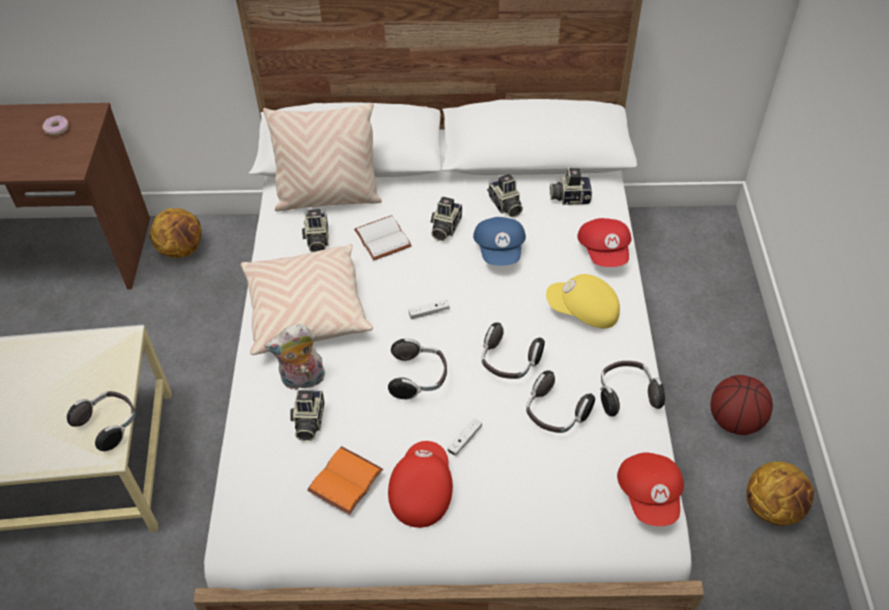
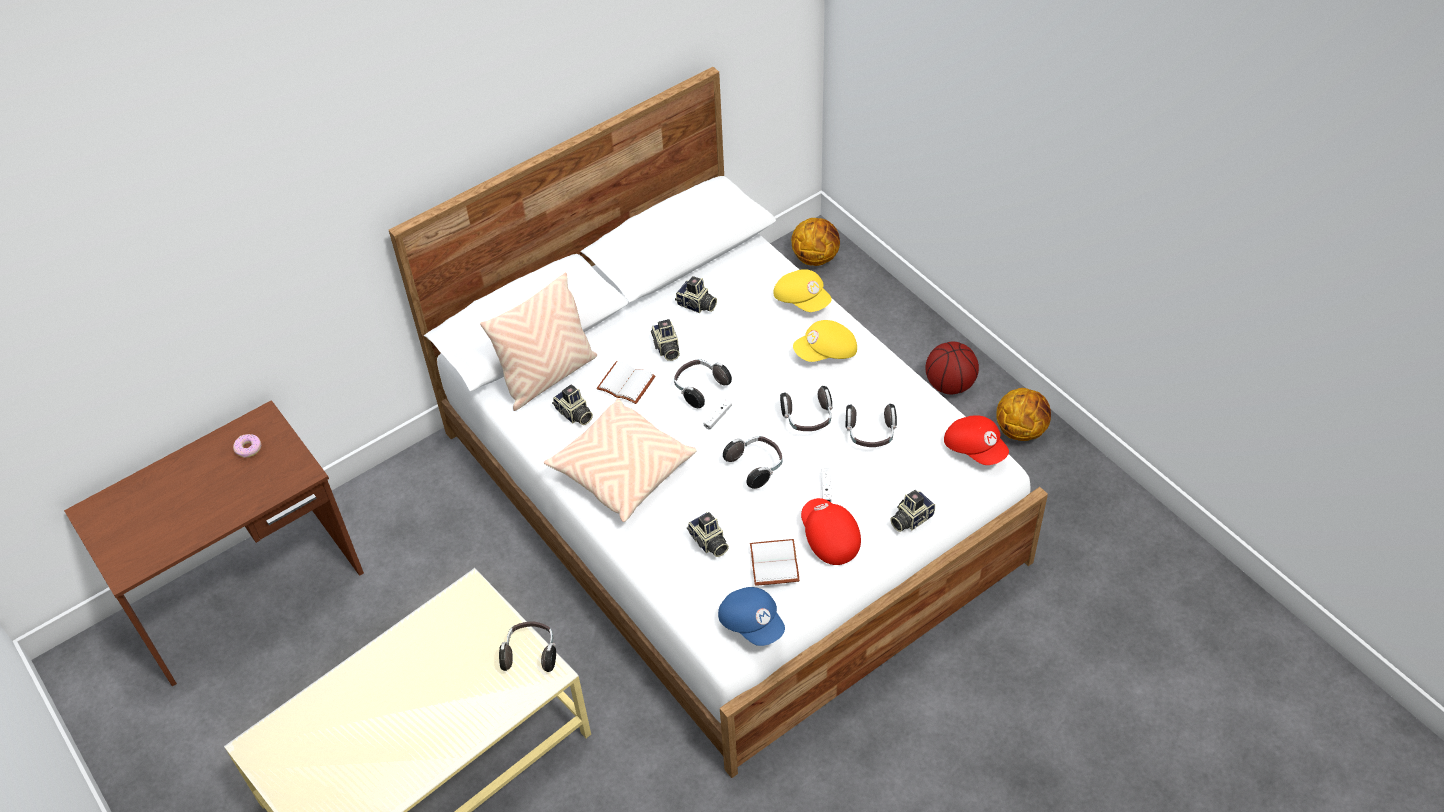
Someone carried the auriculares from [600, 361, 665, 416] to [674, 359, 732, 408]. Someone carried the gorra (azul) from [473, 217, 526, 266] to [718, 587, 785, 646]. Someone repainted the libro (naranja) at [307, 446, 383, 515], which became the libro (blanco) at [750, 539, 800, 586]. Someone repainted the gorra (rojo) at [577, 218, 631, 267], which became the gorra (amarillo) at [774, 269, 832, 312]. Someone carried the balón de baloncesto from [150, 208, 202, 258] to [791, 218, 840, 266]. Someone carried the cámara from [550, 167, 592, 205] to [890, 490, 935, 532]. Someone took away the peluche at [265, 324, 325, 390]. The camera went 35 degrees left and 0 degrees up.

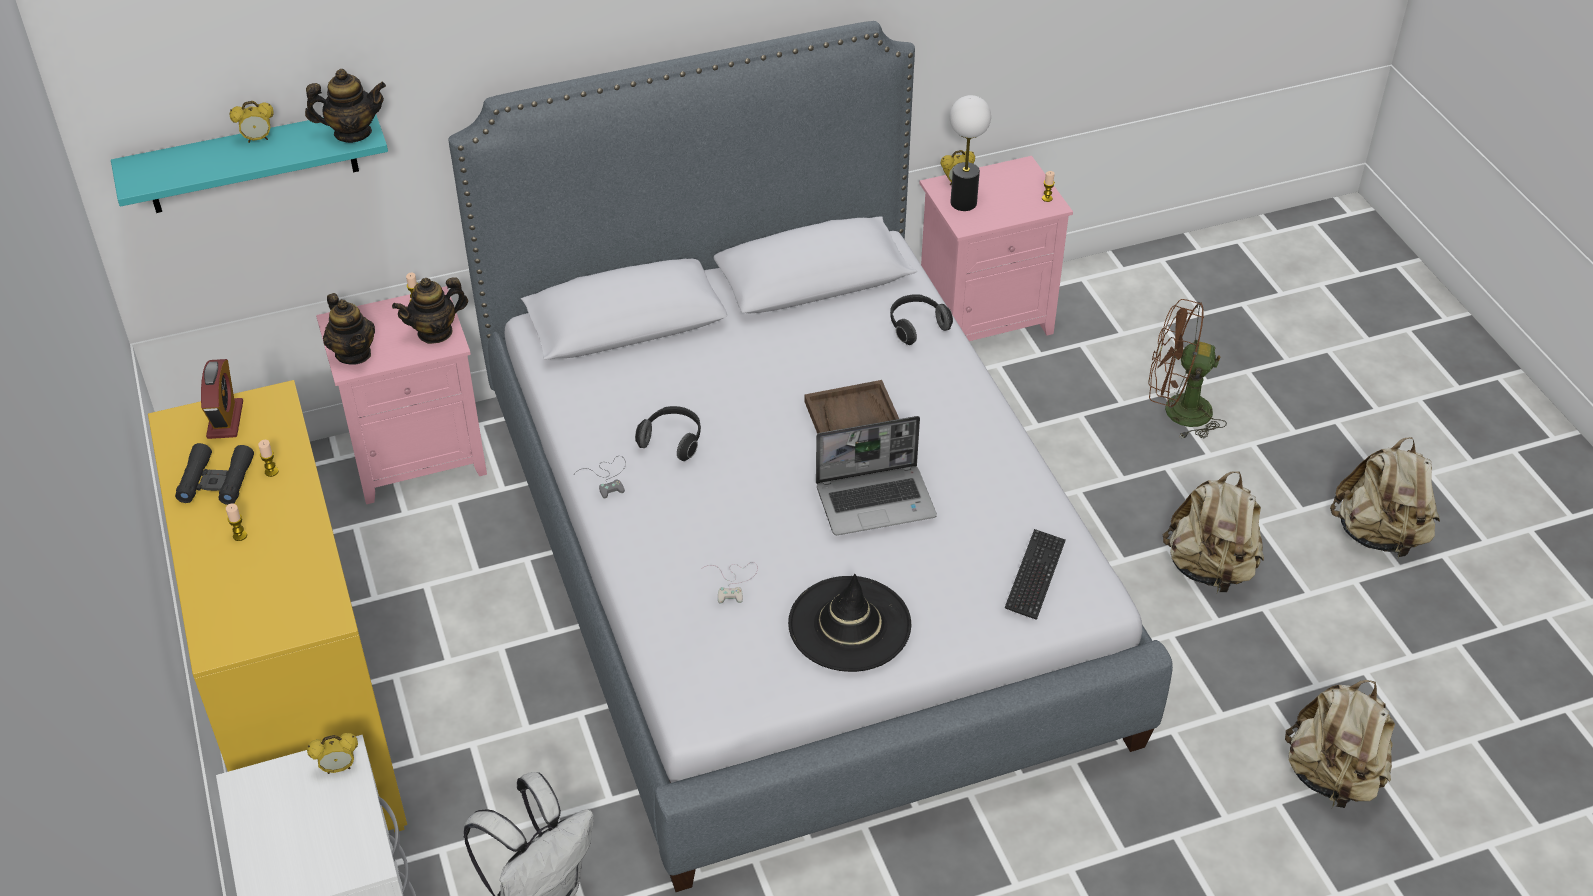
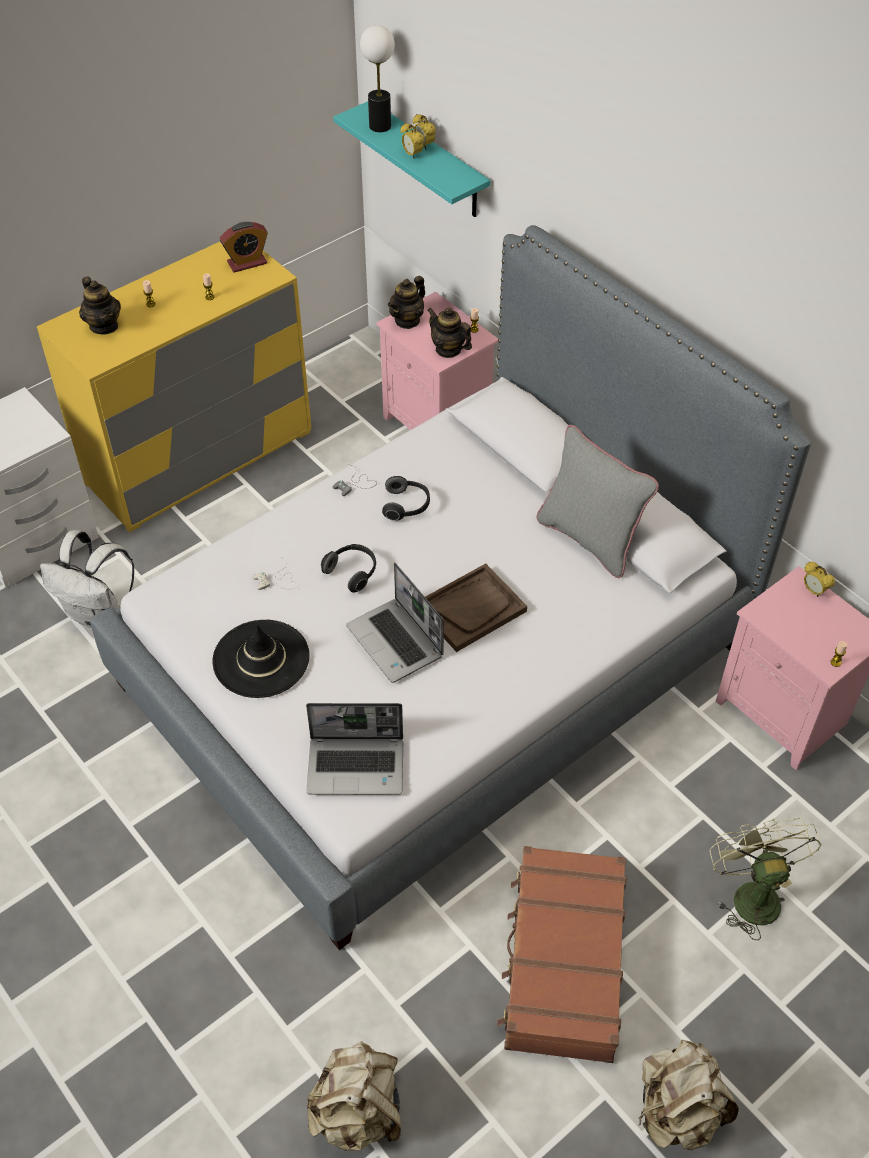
Someone carried the tetera from [305, 69, 386, 143] to [79, 276, 121, 334]. Someone swapped the teclado at [1005, 529, 1066, 620] for the portátil at [306, 703, 403, 795]. Someone carried the auriculares from [890, 294, 953, 345] to [321, 544, 376, 593]. Someone carried the lámpara de mesa from [950, 95, 991, 211] to [360, 25, 395, 132]. Someone carried the despertador from [307, 733, 358, 774] to [400, 123, 424, 159]. Someone swapped the mochila (beis) at [1163, 472, 1264, 593] for the maleta (marrón) at [497, 846, 627, 1063]. Someone put down the cojín (gris) at [536, 425, 659, 578]. Someone repainted the ventilador (marrón) at [1148, 299, 1227, 439], which became the ventilador (verde) at [710, 818, 822, 940]. Someone took away the prismáticos (negro) at [175, 443, 254, 505]. The camera went 70 degrees right and 5 degrees up.

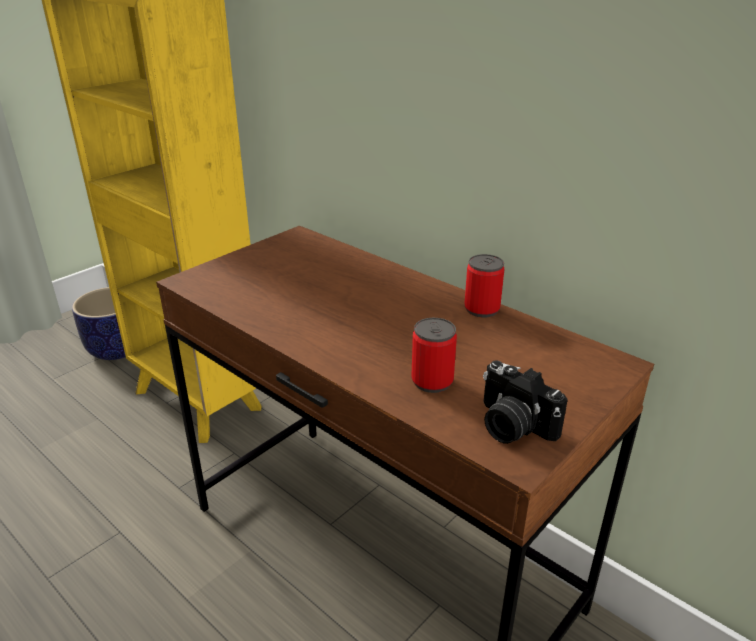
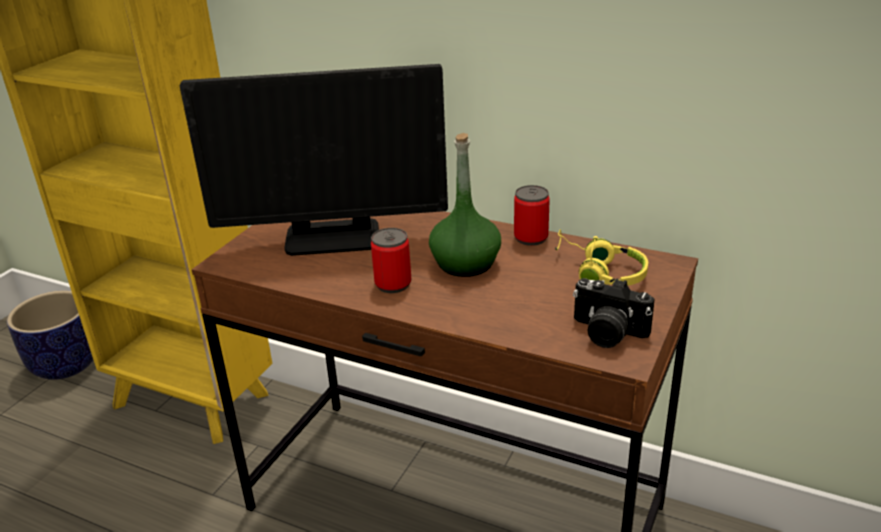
Someone put down the monitor at [180, 64, 448, 256]. Someone carried the lata from [411, 318, 457, 393] to [371, 228, 411, 293]. Someone put down the botella (verde) at [429, 133, 501, 277]. Someone put down the auriculares (amarillo) at [555, 229, 648, 286]. The camera went 15 degrees left and 0 degrees up.

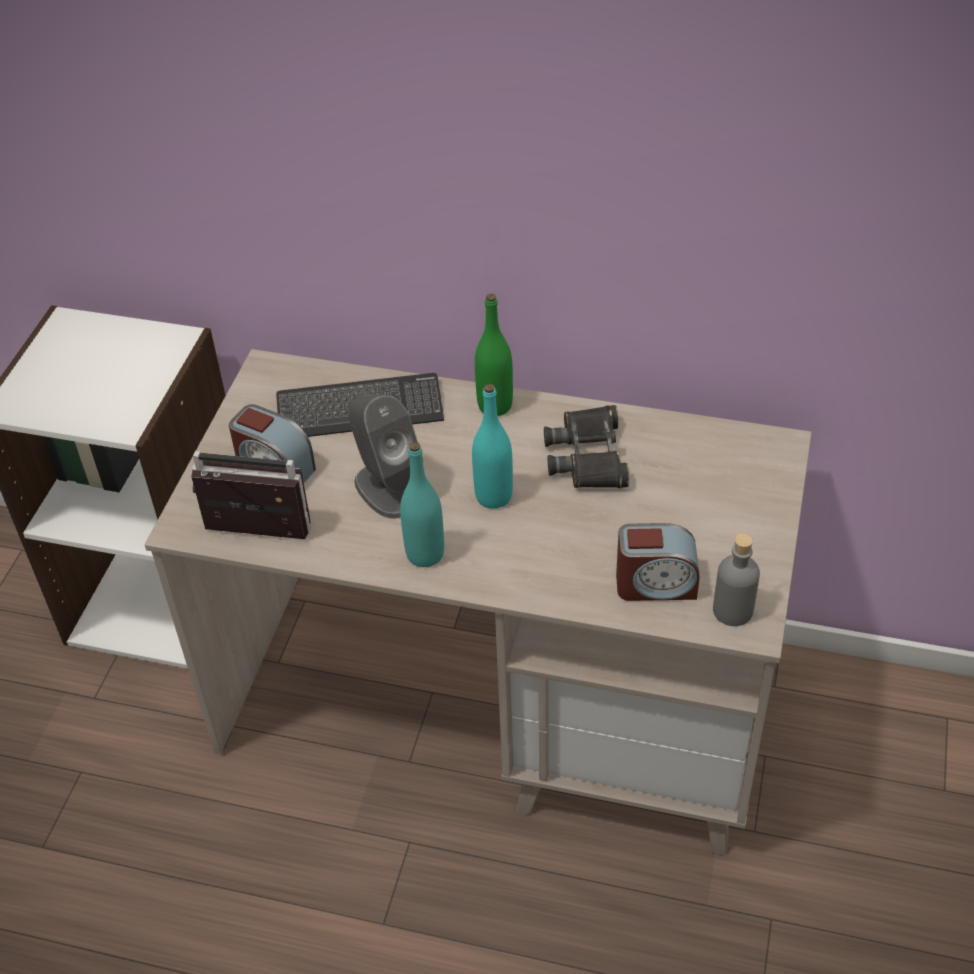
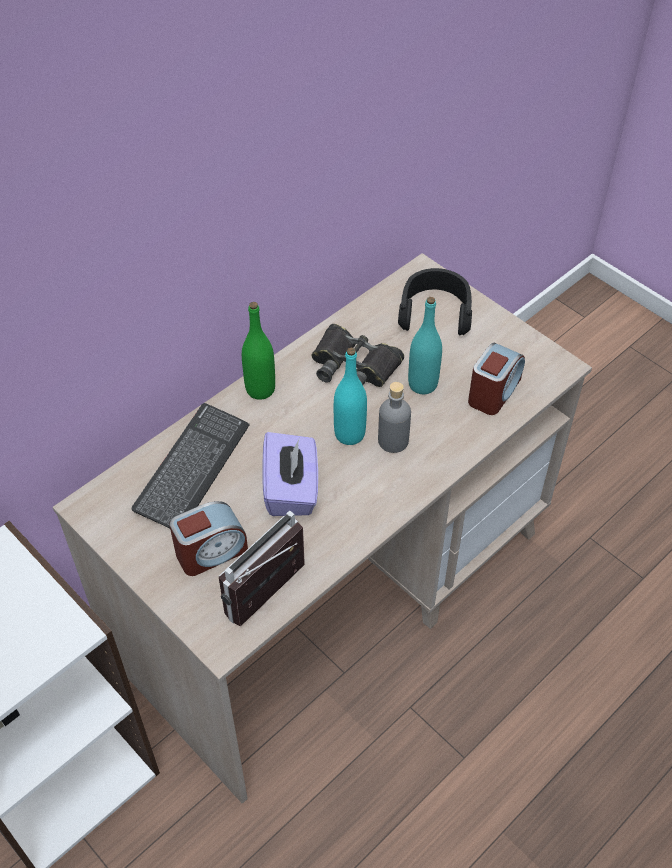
Someone swapped the altavoz (gris) at [348, 393, 423, 519] for the caja de pañuelos (morado) at [262, 432, 318, 516]. Someone carried the botella (gris) from [713, 533, 760, 626] to [378, 382, 411, 453]. Someone put down the auriculares (negro) at [398, 268, 472, 335]. Someone carried the botella (turquesa) from [400, 442, 444, 567] to [408, 297, 442, 394]. The camera went 60 degrees left and 5 degrees up.

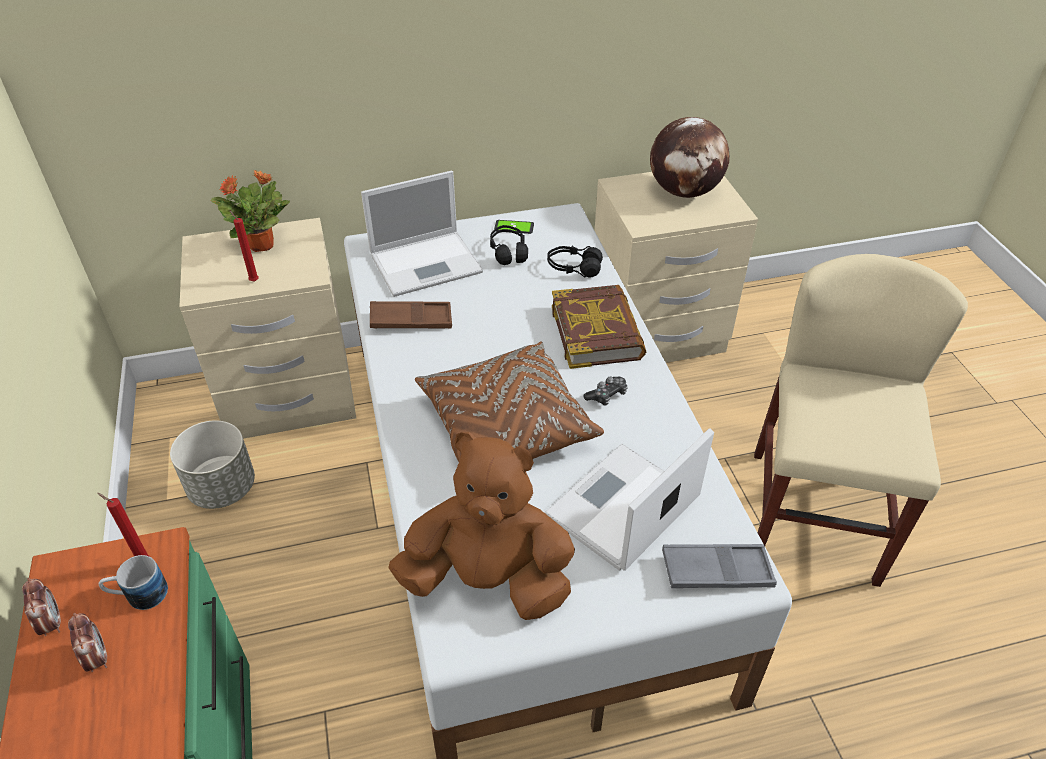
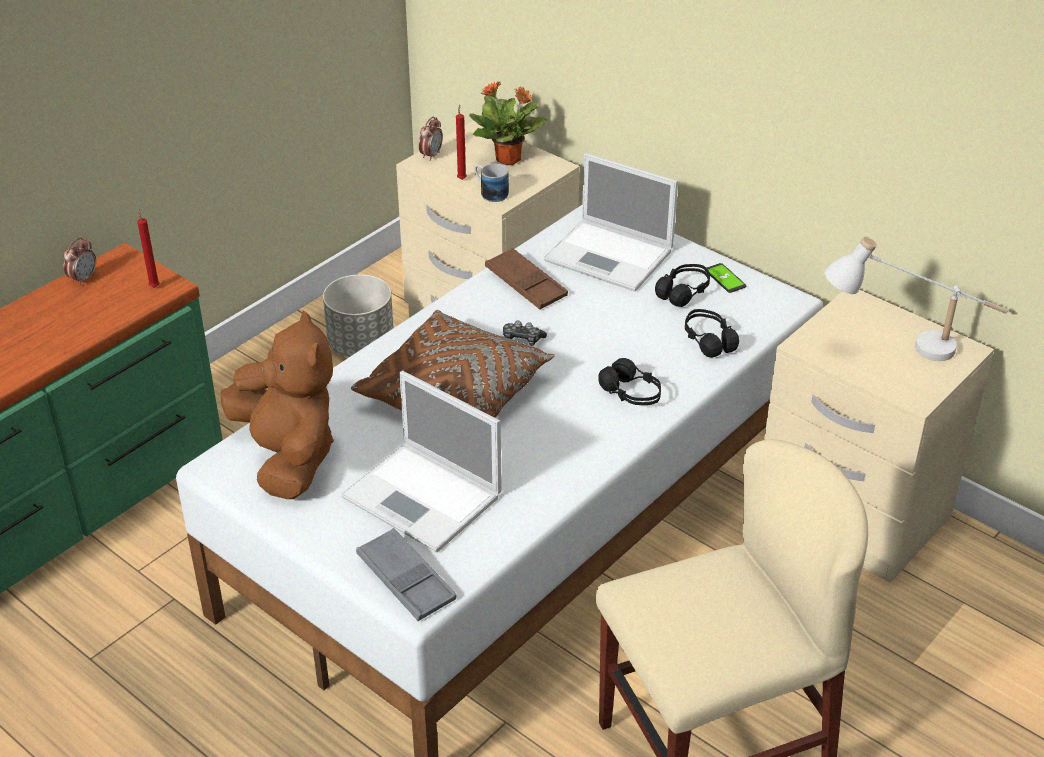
Someone rotated the portátil at [545, 428, 714, 571] by 150 degrees counterclockwise. Someone carried the despertador from [68, 613, 107, 672] to [419, 117, 443, 161]. Someone carried the taza grande from [99, 555, 168, 610] to [474, 164, 509, 202]. Someone carried the mando de consola from [583, 377, 628, 406] to [503, 321, 547, 346]. Someone swapped the libro at [552, 285, 646, 369] for the auriculares (negro) at [598, 358, 661, 405]. Someone swapped the globo terráqueo at [650, 117, 730, 198] for the lámpara de mesa (blanco) at [824, 237, 1008, 361]. The camera went 55 degrees right and 5 degrees down.

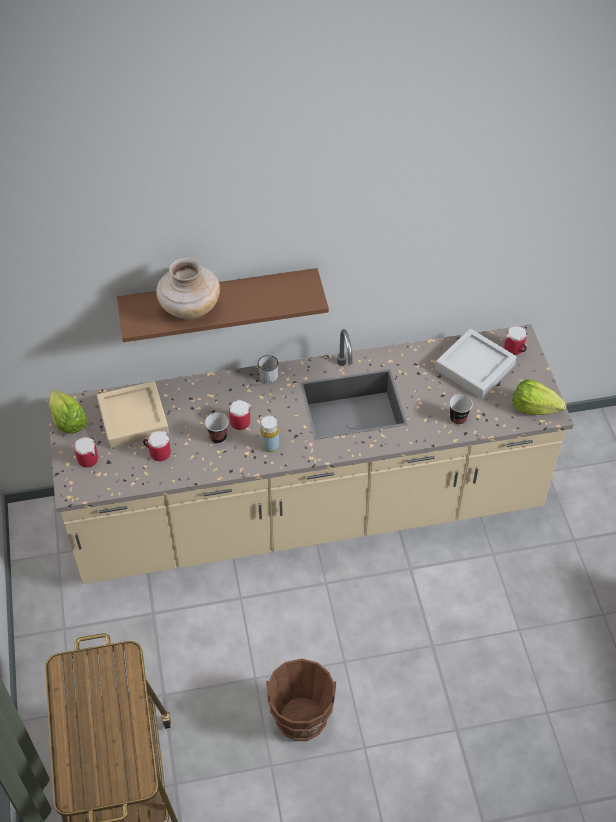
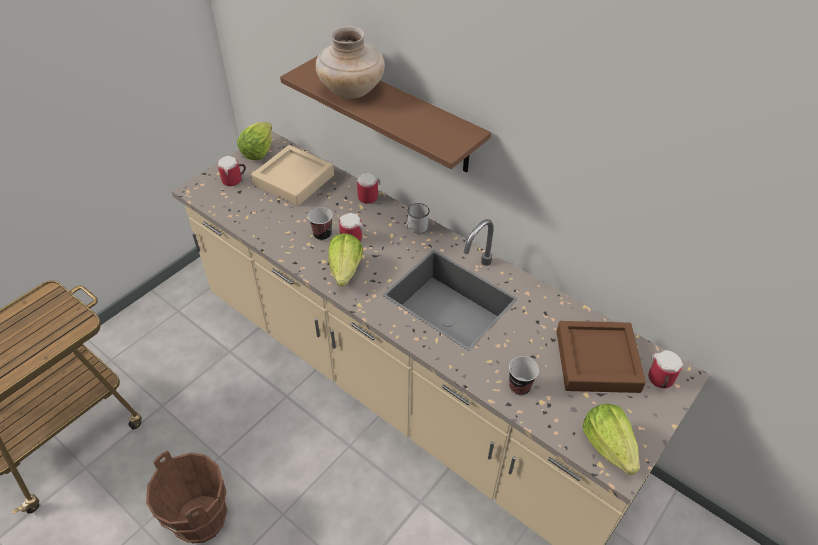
Someone swapped the botella (amarillo) at [260, 416, 279, 452] for the lechuga at [328, 233, 363, 287]. Someone carried the taza grande from [143, 431, 171, 461] to [357, 172, 380, 204]. Someone repainted the bandeja (gris) at [435, 329, 517, 399], which became the bandeja (marrón) at [556, 321, 646, 393]. The camera went 50 degrees right and 5 degrees down.

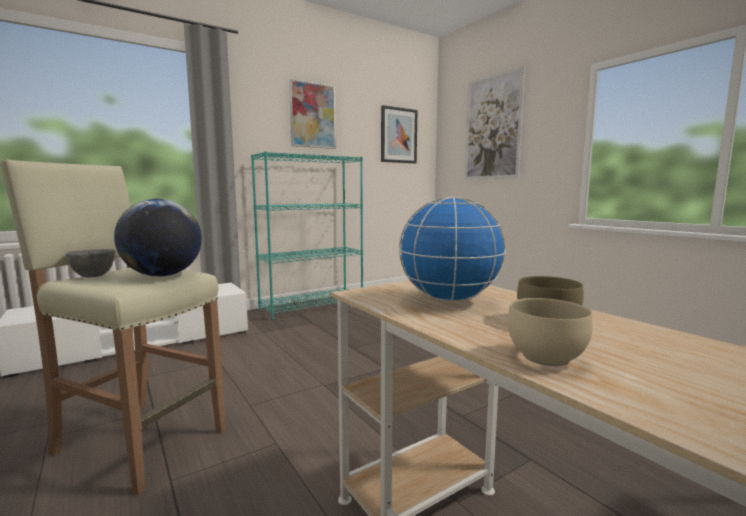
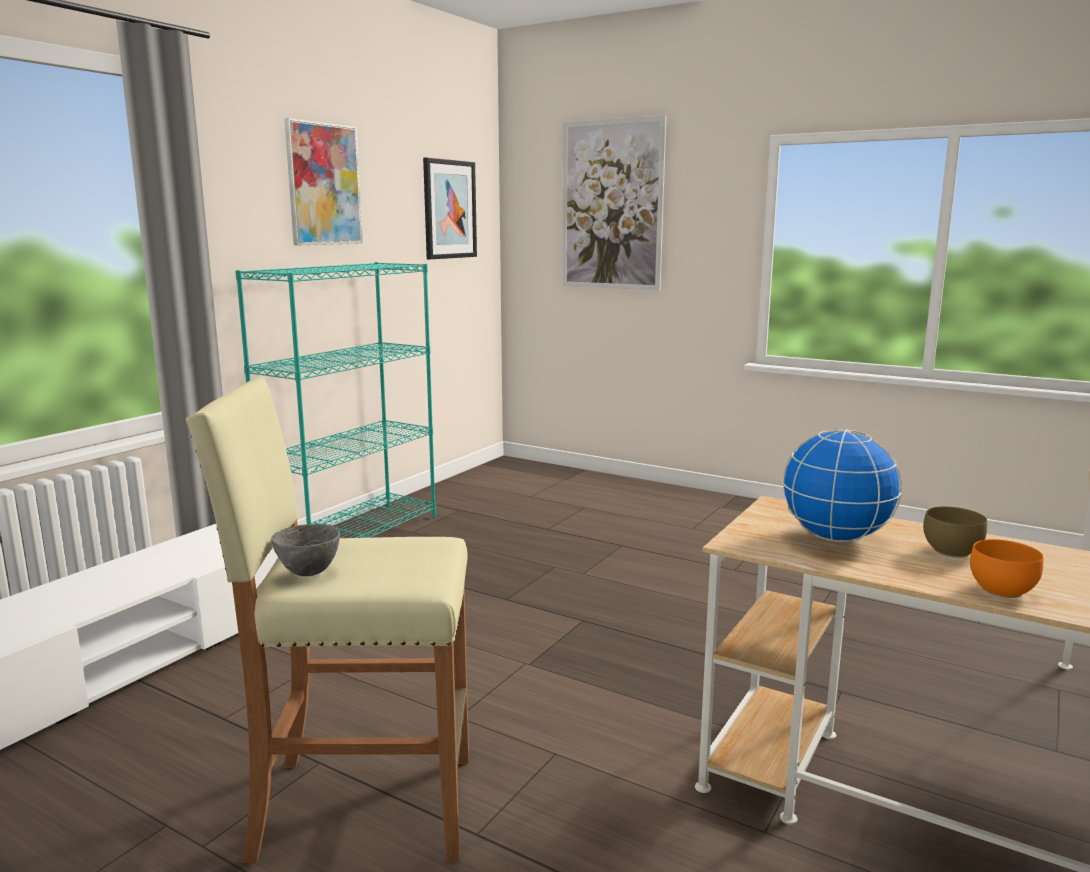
Someone repainted the cuenco (beis) at [508, 298, 593, 366], which became the cuenco (naranja) at [970, 539, 1043, 598]. Someone took away the globo terráqueo at [114, 199, 202, 277]. The camera went 25 degrees left and 5 degrees up.

